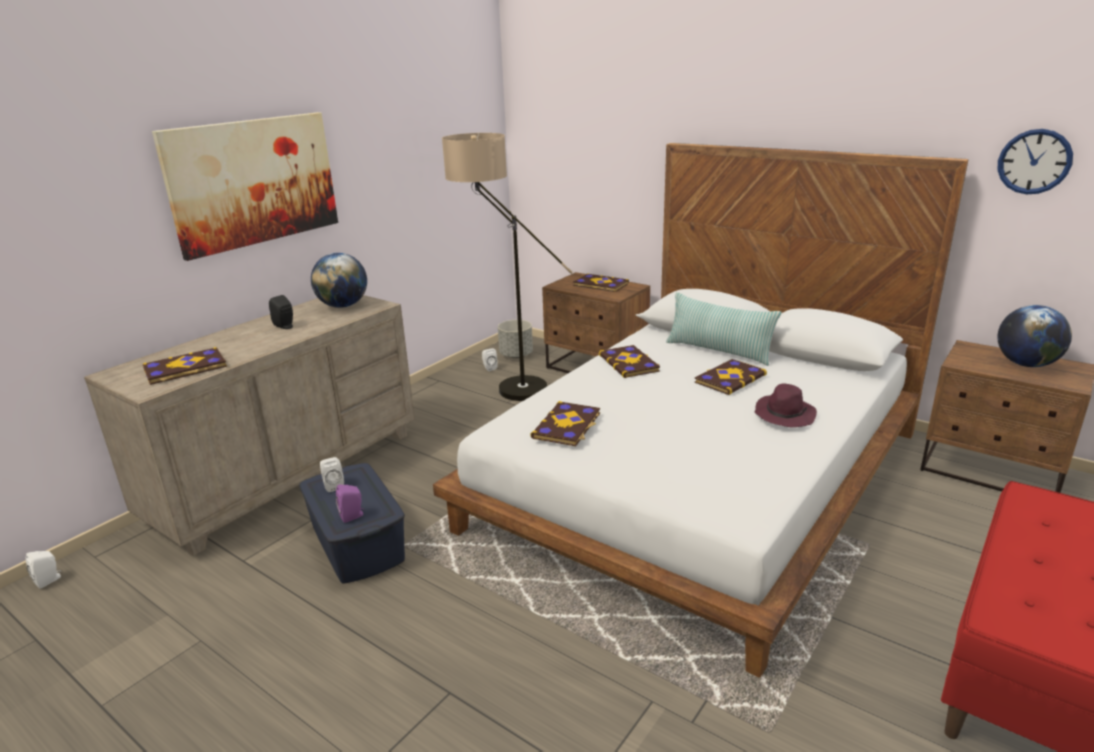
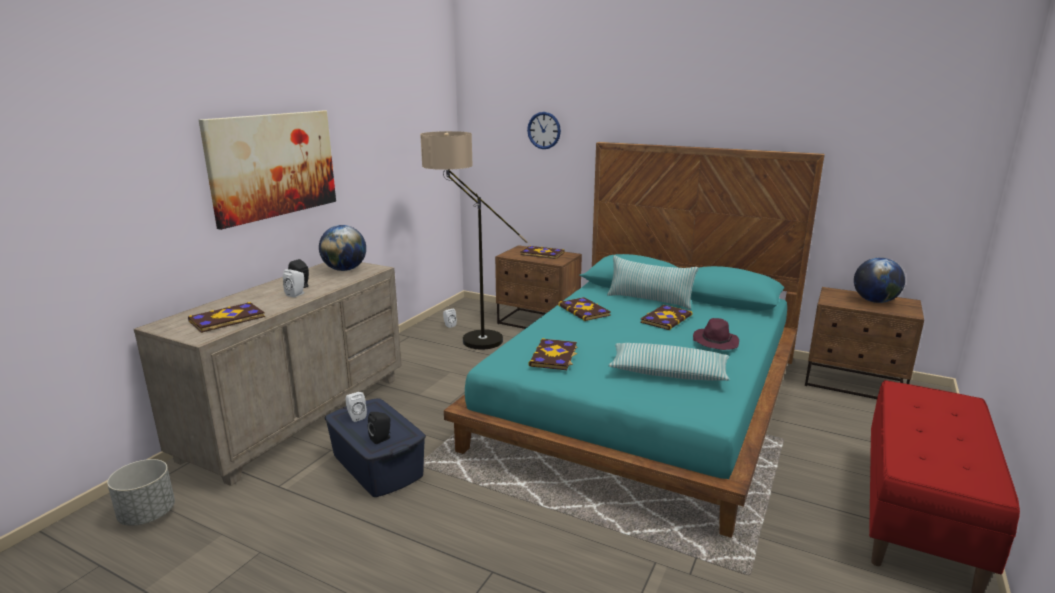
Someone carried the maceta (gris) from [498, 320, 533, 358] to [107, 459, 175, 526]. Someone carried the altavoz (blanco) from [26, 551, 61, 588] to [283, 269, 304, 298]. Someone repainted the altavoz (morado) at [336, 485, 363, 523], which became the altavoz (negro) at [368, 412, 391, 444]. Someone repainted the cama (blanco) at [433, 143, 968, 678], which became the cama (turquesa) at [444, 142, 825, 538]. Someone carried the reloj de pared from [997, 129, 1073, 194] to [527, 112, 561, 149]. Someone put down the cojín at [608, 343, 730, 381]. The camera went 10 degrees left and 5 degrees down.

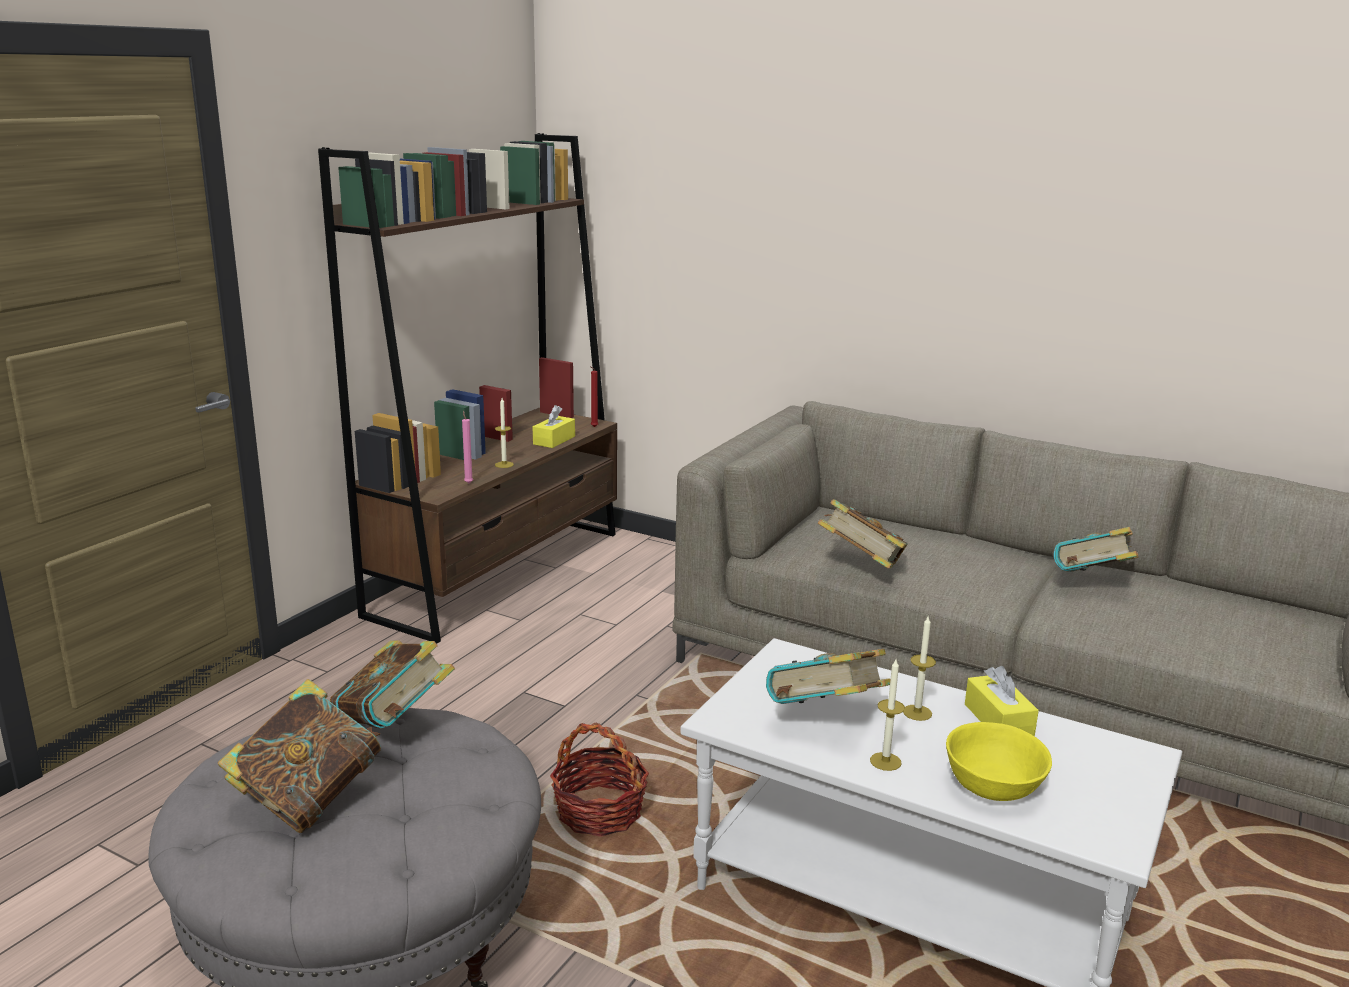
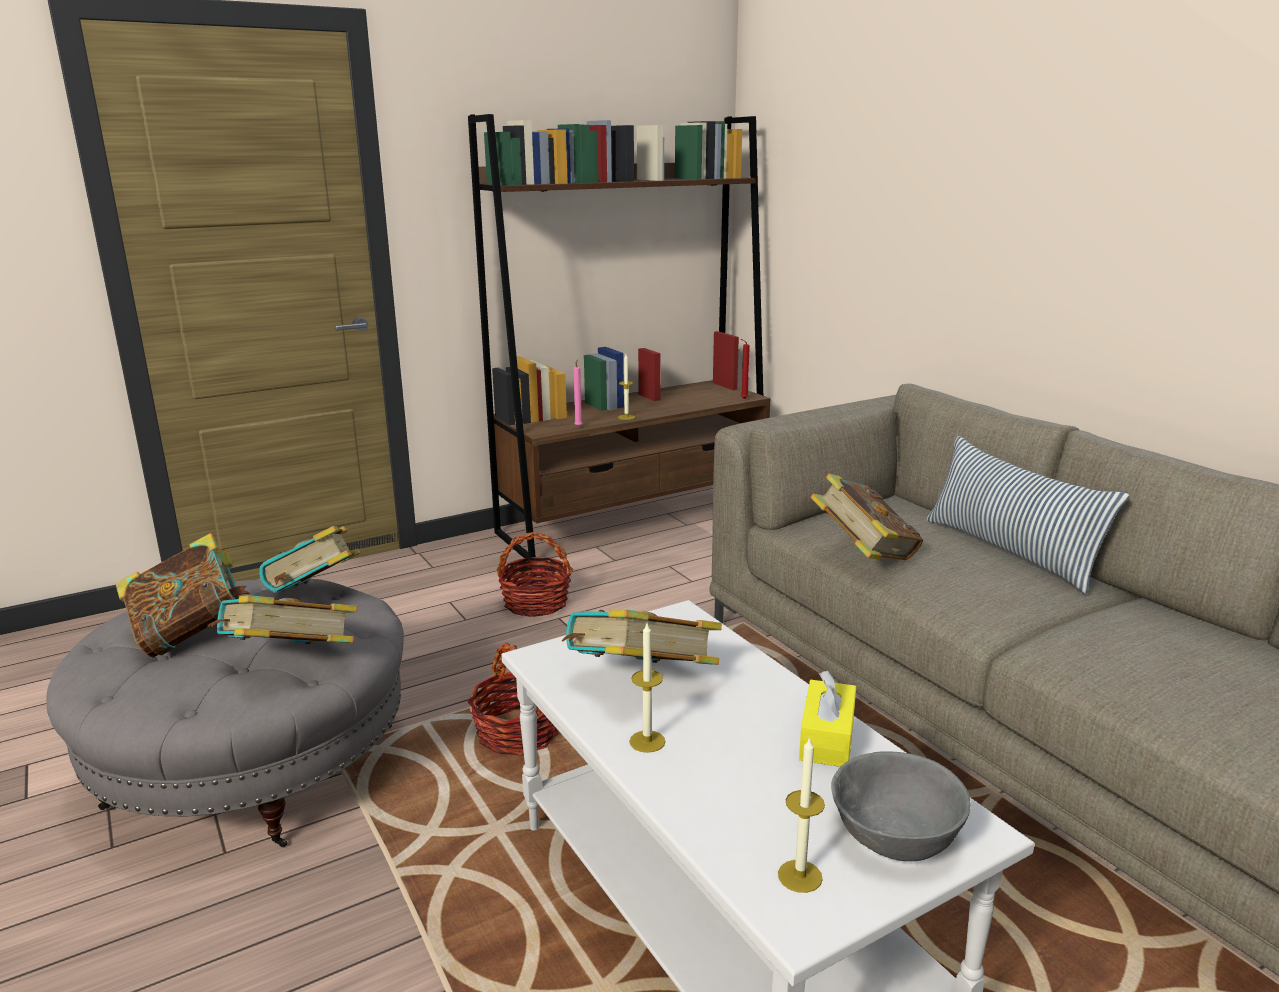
Someone carried the libro from [1053, 527, 1139, 572] to [208, 595, 357, 644]. Someone put down the cesta at [497, 532, 573, 617]. Someone carried the vela from [903, 617, 936, 721] to [778, 736, 825, 893]. Someone put down the cuenco (gris) at [831, 751, 971, 861]. Someone put down the cojín at [926, 436, 1129, 593]. Someone took away the caja de pañuelos (amarillo) at [533, 405, 575, 448]. Someone took away the cuenco (amarillo) at [946, 722, 1052, 801]. The camera went 30 degrees right and 0 degrees up.

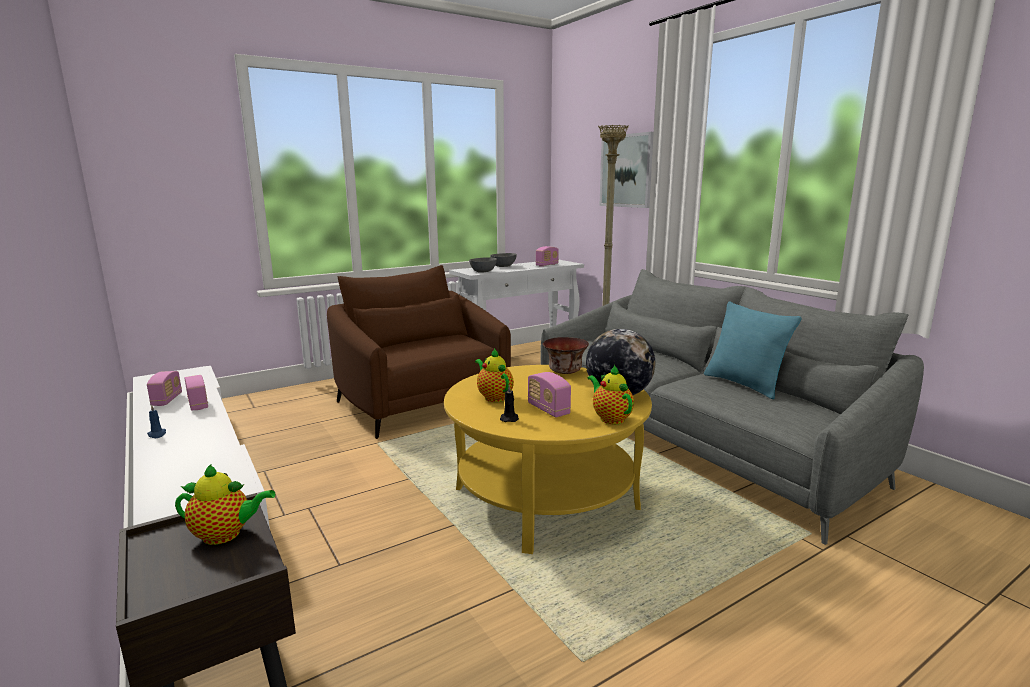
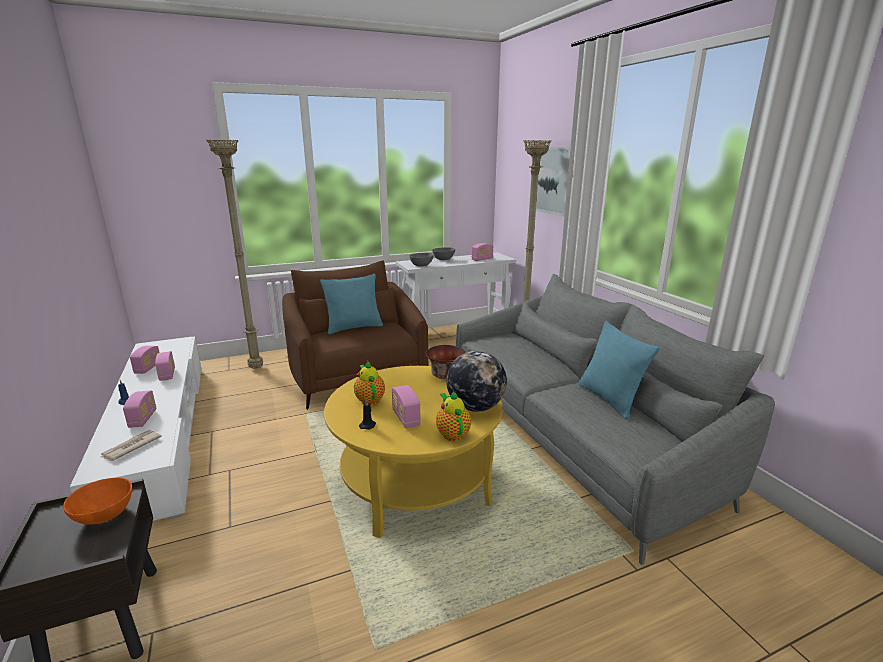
Someone swapped the tetera at [175, 464, 275, 545] for the cuenco (naranja) at [63, 478, 132, 525]. Someone put down the periódico at [101, 430, 162, 461]. Someone put down the radio at [123, 391, 157, 428]. Someone put down the lámpara de pie (beis) at [206, 139, 263, 369]. Someone put down the cojín (turquesa) at [320, 274, 383, 334]. The camera went 10 degrees right and 5 degrees up.

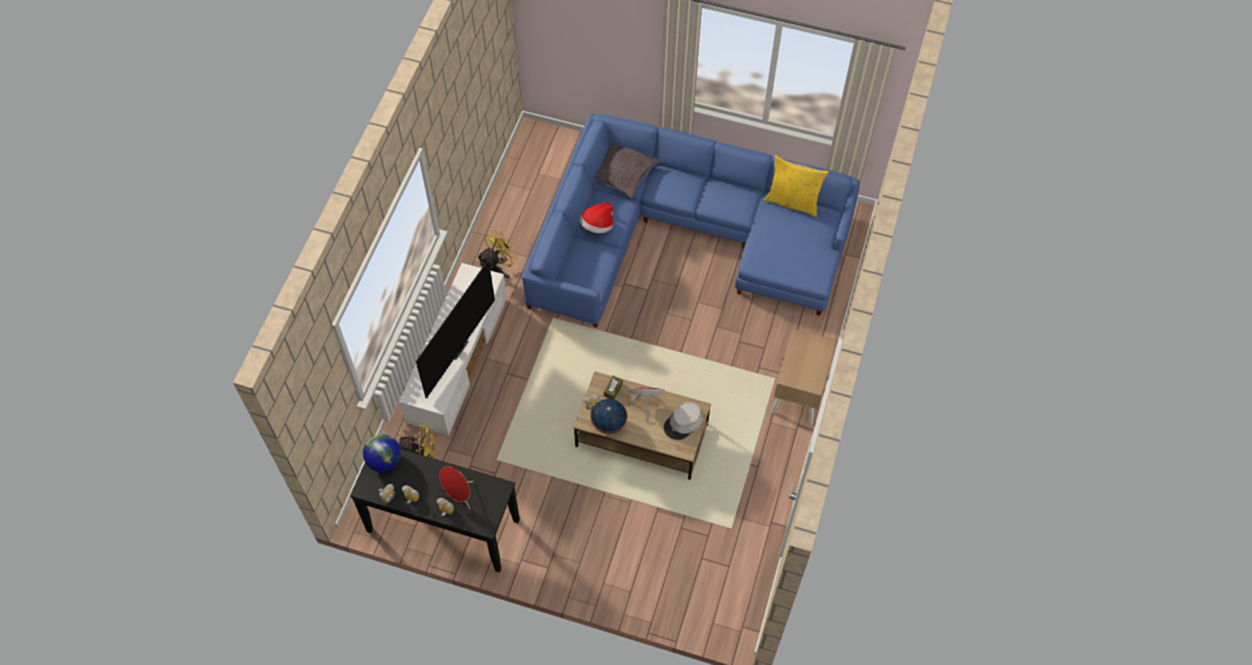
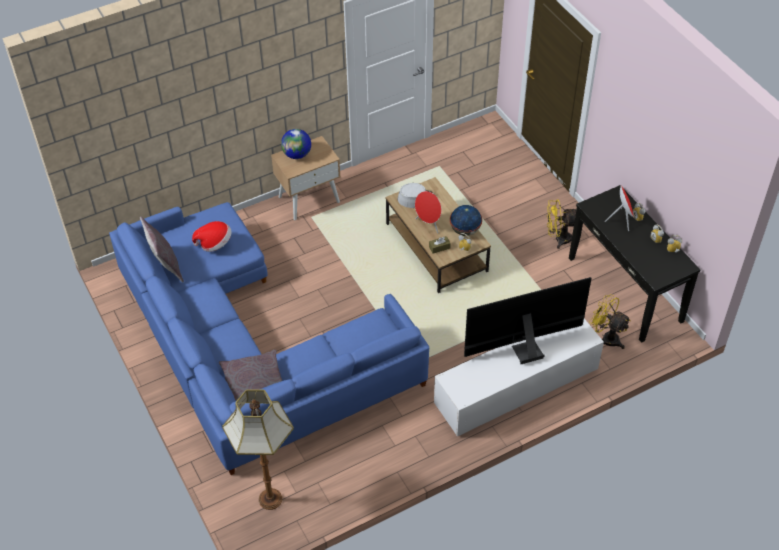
Someone repainted the cojín (amarillo) at [764, 155, 829, 217], which became the cojín (gris) at [140, 217, 184, 283]. Someone carried the sombrero from [579, 202, 614, 233] to [192, 221, 232, 252]. Someone put down the lámpara de pie at [222, 389, 294, 510]. Someone carried the globo terráqueo from [363, 434, 401, 472] to [281, 129, 311, 159]. Someone carried the ventilador (amarillo) from [477, 230, 518, 279] to [547, 199, 576, 249]. The camera went 135 degrees left and 10 degrees down.

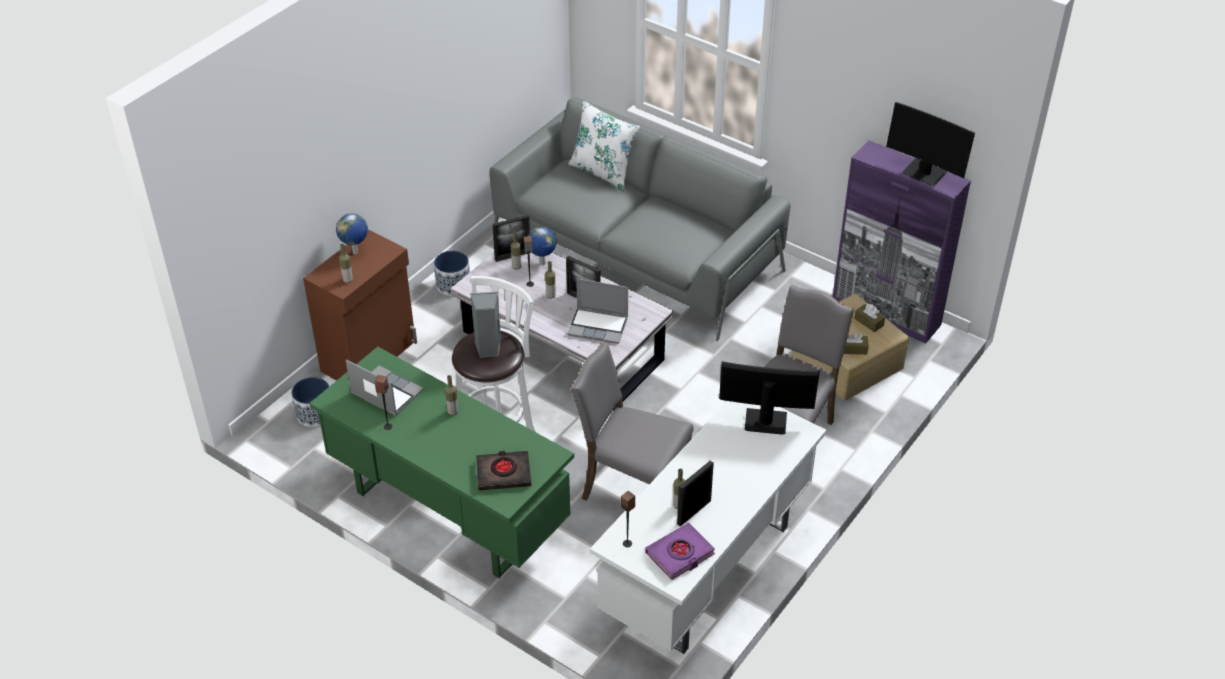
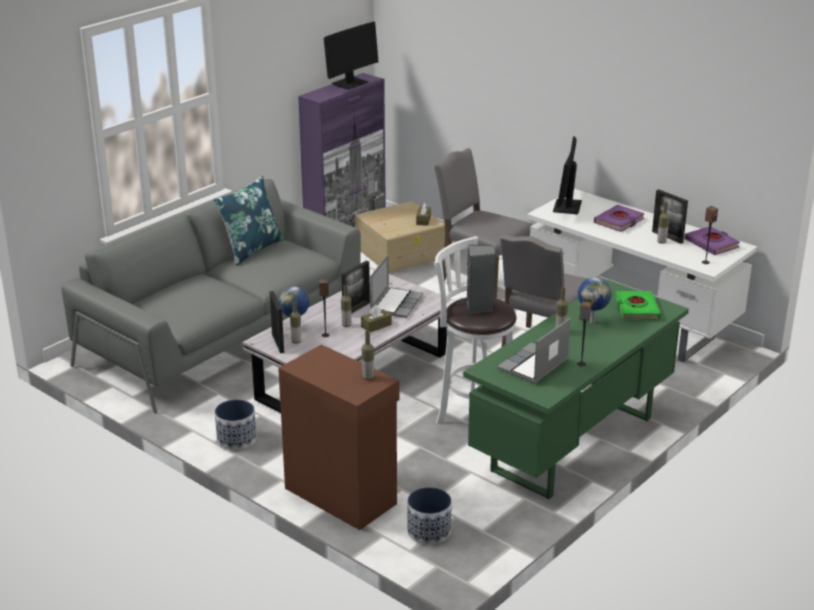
Someone put down the cojín (azul) at [213, 176, 284, 266]. Someone carried the caja de pañuelos (marrón) from [854, 304, 885, 332] to [361, 305, 392, 332]. Someone carried the globo terráqueo from [336, 213, 368, 254] to [578, 277, 611, 323]. Someone put down the libro (morado) at [594, 205, 644, 232]. Someone repainted the libro (negro) at [476, 451, 531, 490], which became the libro (verde) at [615, 291, 661, 320]. Someone took away the cojín (blanco) at [568, 100, 640, 191]. The camera went 85 degrees left and 15 degrees down.

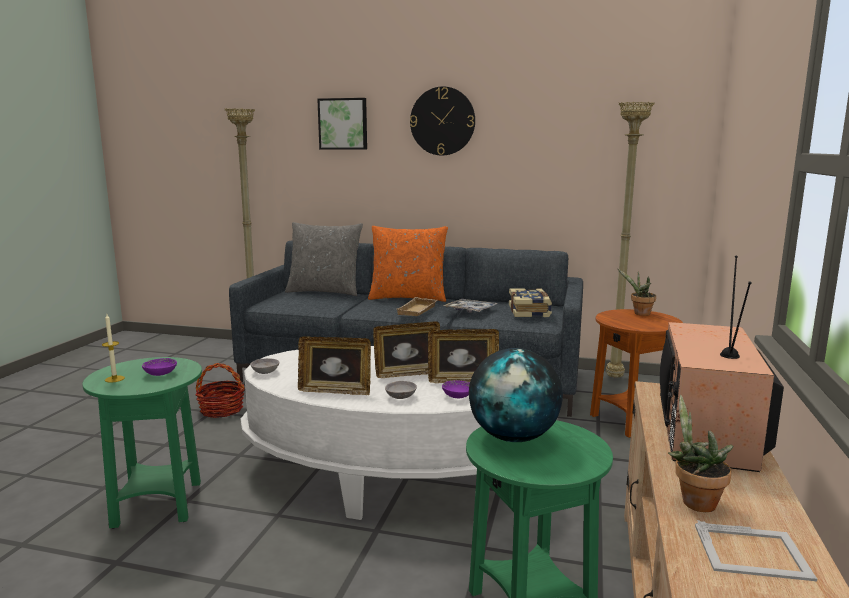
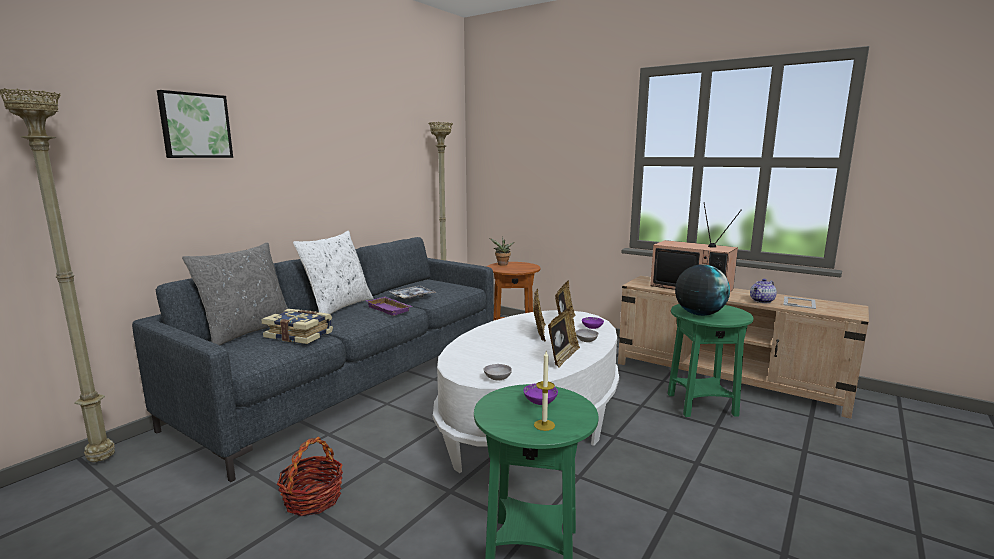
Someone carried the libro from [509, 288, 552, 317] to [261, 309, 333, 344]. Someone repainted the cojín (naranja) at [368, 226, 448, 302], which became the cojín (blanco) at [293, 231, 374, 314]. Someone repainted the bandeja (beis) at [397, 297, 438, 316], which became the bandeja (morado) at [365, 297, 413, 316]. Someone swapped the planta en maceta at [668, 395, 733, 512] for the tetera at [750, 279, 777, 303]. Someone took away the reloj de pared at [410, 86, 475, 155]. The camera went 70 degrees left and 0 degrees up.

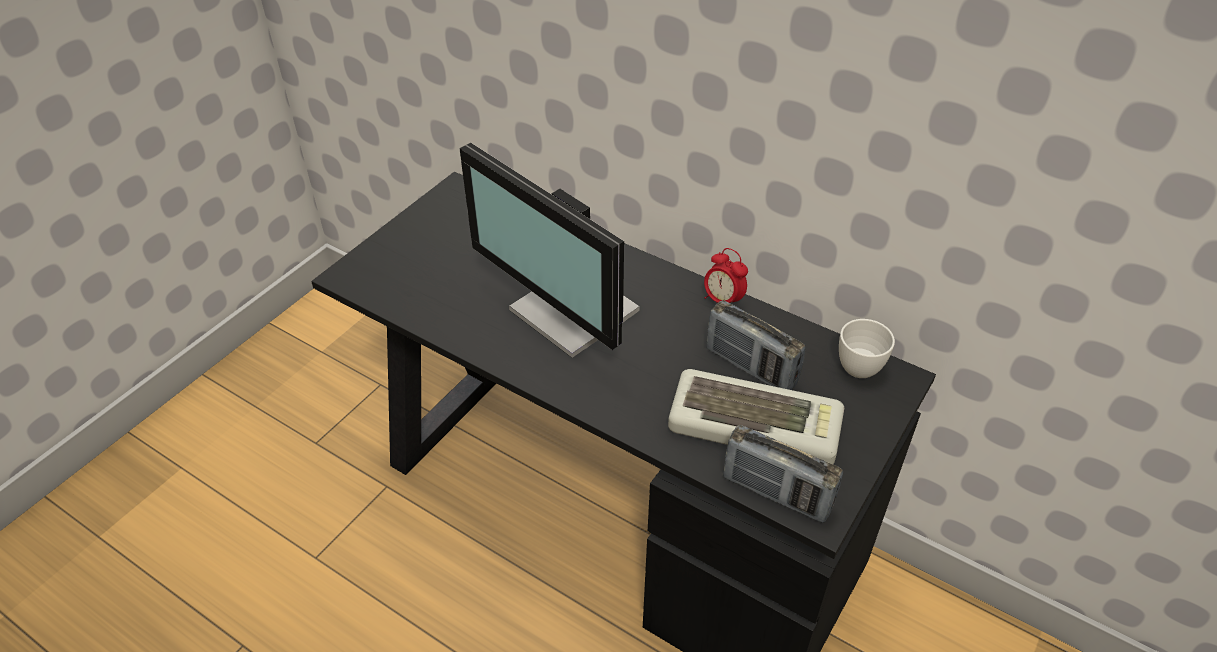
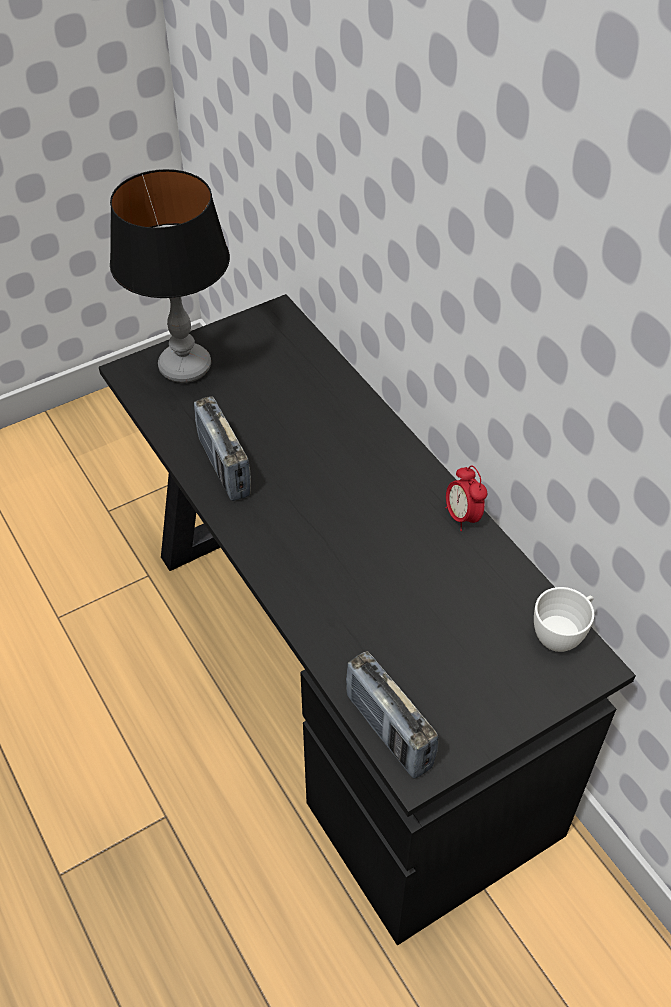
Someone put down the lámpara de mesa at [110, 169, 230, 383]. Someone carried the radio from [706, 300, 806, 390] to [194, 396, 251, 501]. Someone took away the monitor at [459, 143, 640, 358]. Someone took away the teclado at [668, 369, 844, 464]. The camera went 25 degrees right and 5 degrees up.

